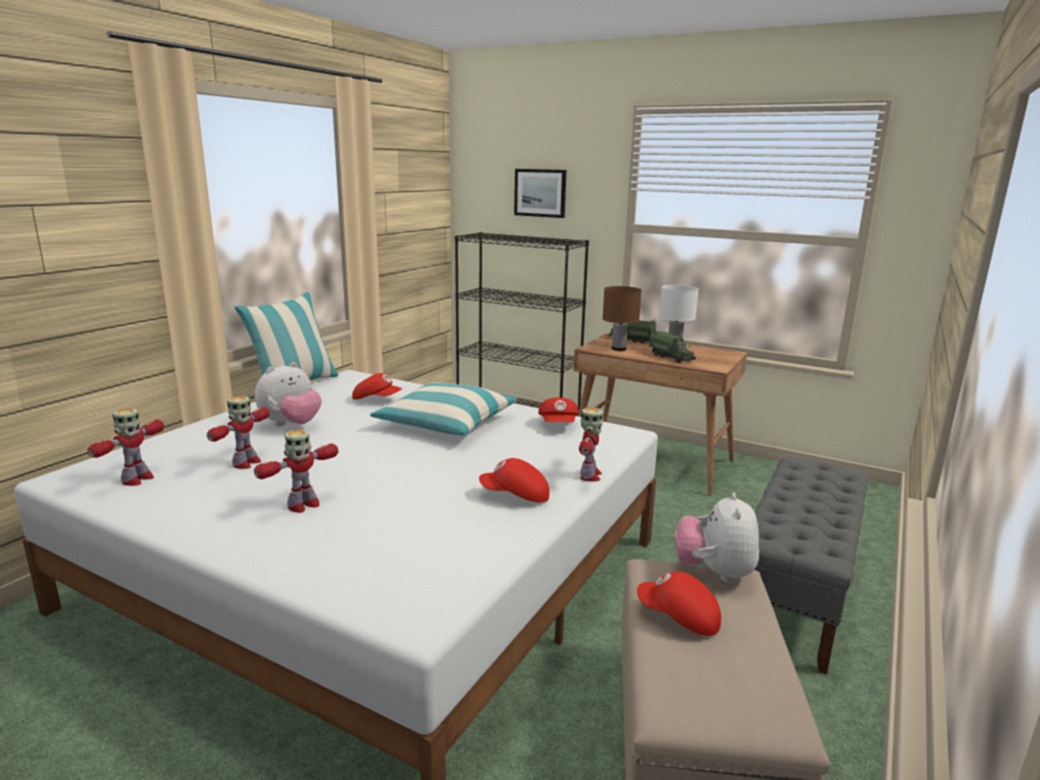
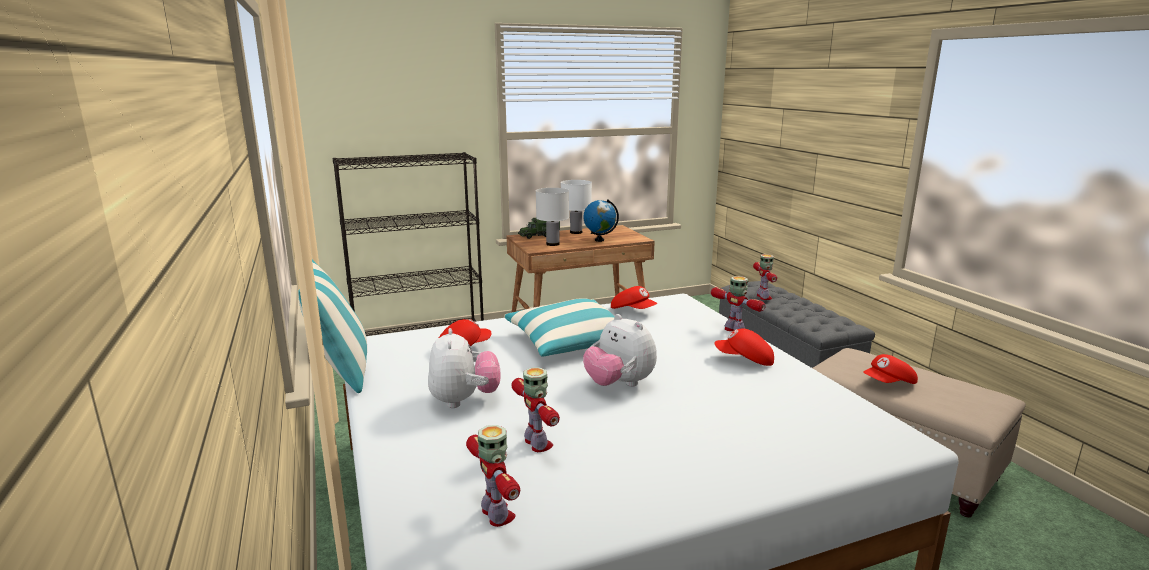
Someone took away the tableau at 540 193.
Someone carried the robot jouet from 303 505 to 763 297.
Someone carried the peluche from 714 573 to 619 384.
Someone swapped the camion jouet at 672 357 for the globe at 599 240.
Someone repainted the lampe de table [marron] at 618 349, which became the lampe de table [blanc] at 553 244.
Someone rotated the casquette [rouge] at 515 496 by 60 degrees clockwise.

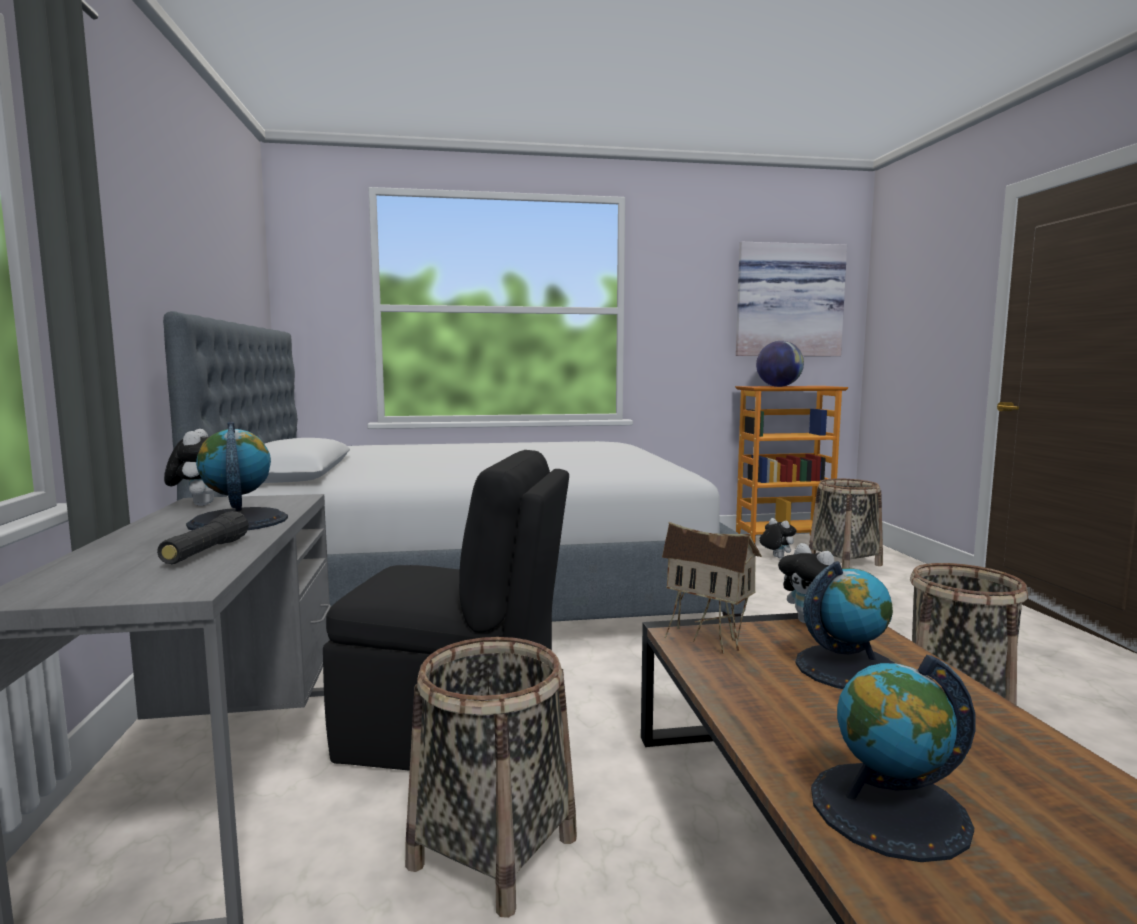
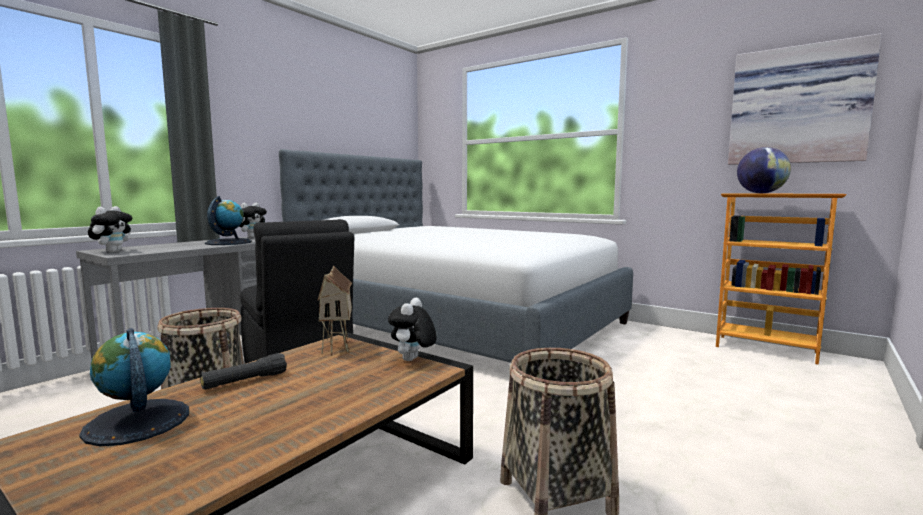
Someone took away the globe at 848 668.
Someone took away the panier at 844 562.
Someone carried the lampe de poche [noir] from 206 552 to 245 381.
Someone carried the peluche from 776 557 to 113 251.

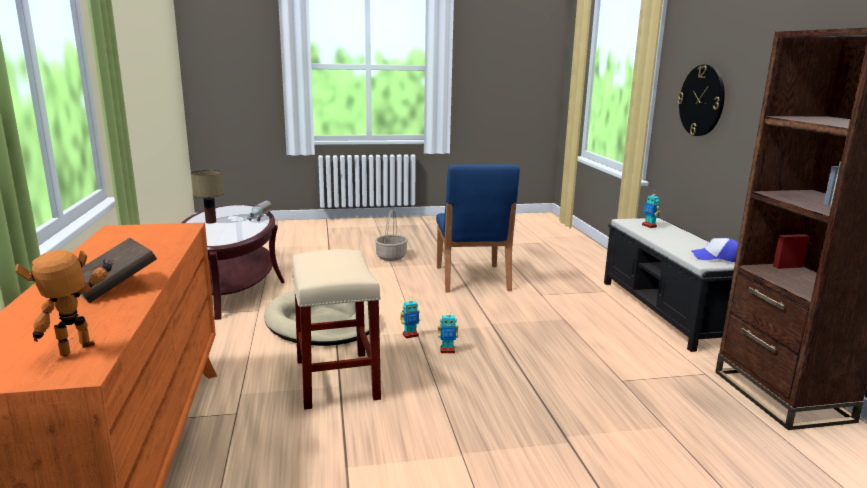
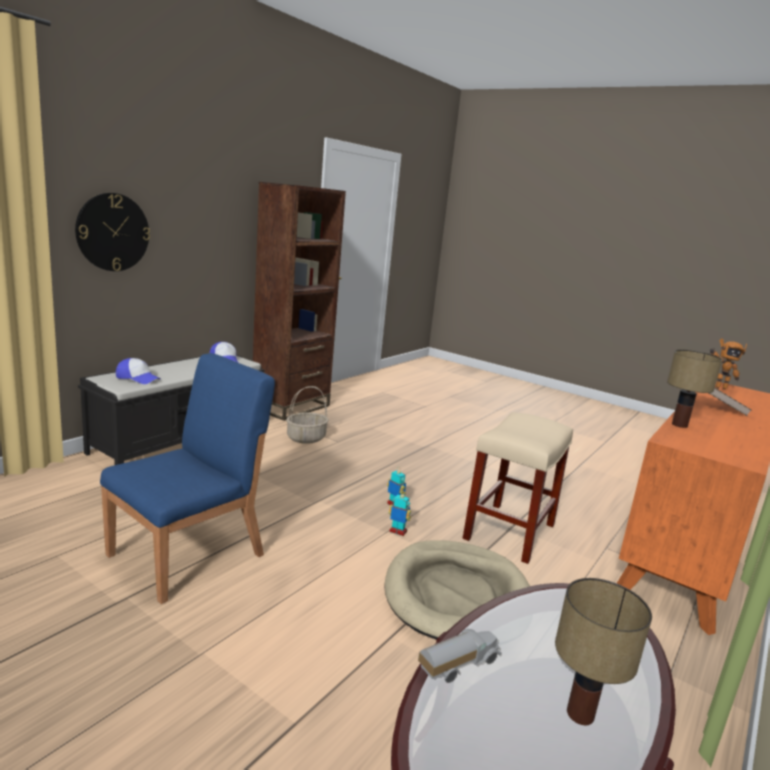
Someone put down the lampe de table at 678 425.
Someone carried the panier from 391 256 to 306 438.
Someone swapped the robot jouet at 649 226 for the casquette at 138 378.

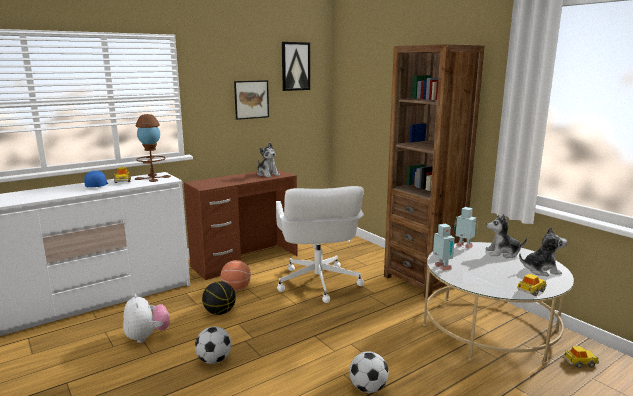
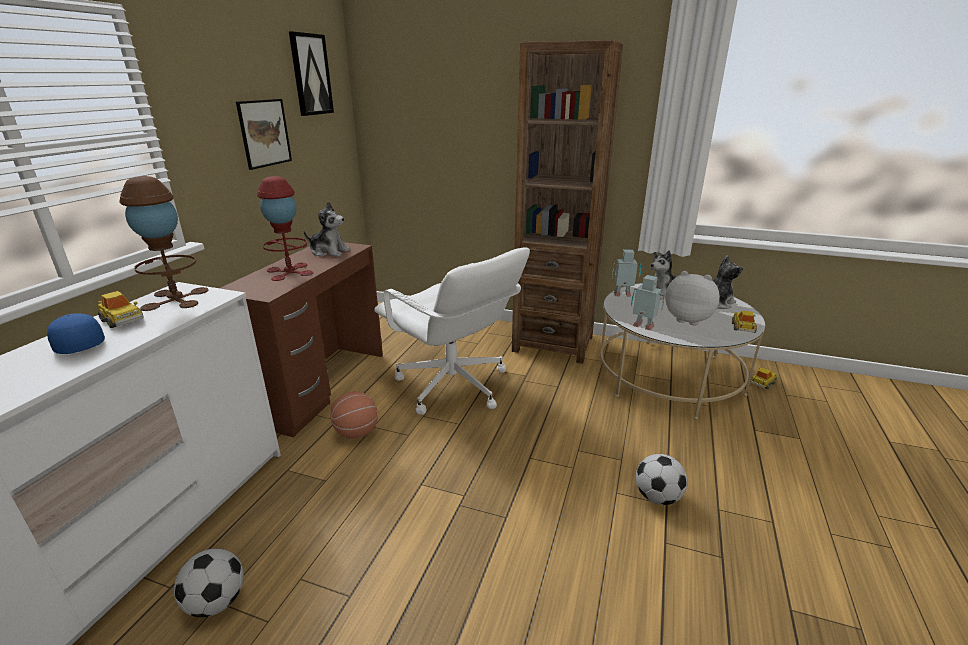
Someone took away the ballon de basket at 219 312.
Someone put down the lampe de table [rouge] at 290 272.
Someone carried the peluche from 147 337 to 688 319.
Someone carried the ballon de foot from 214 360 to 216 602.

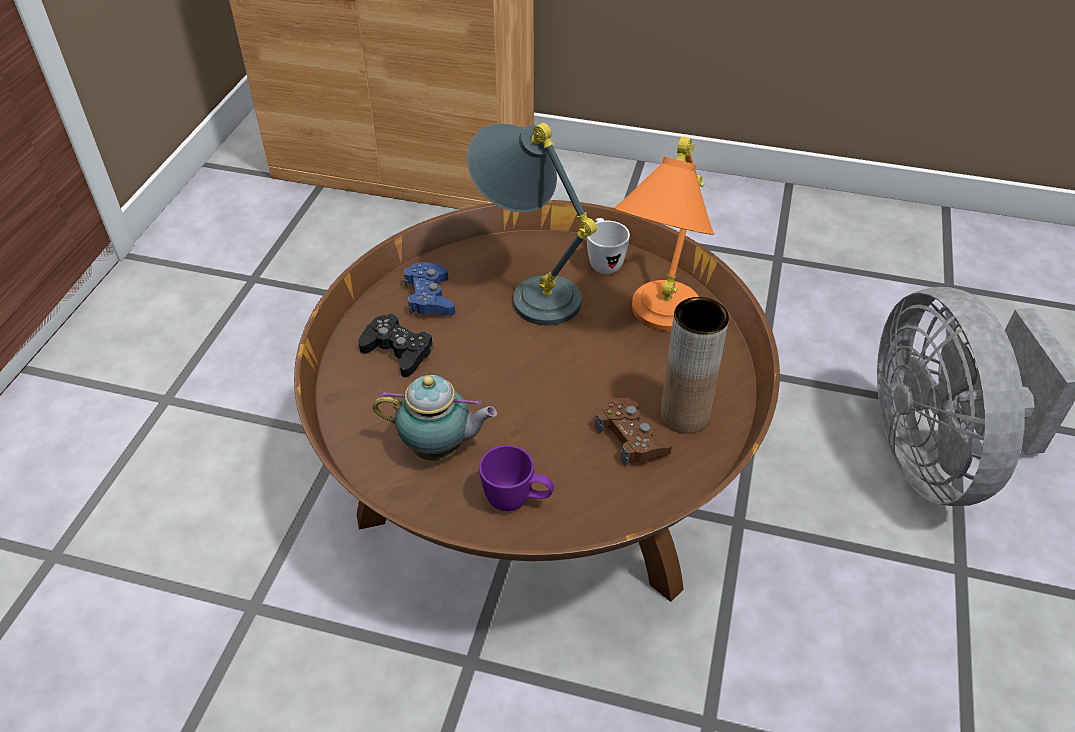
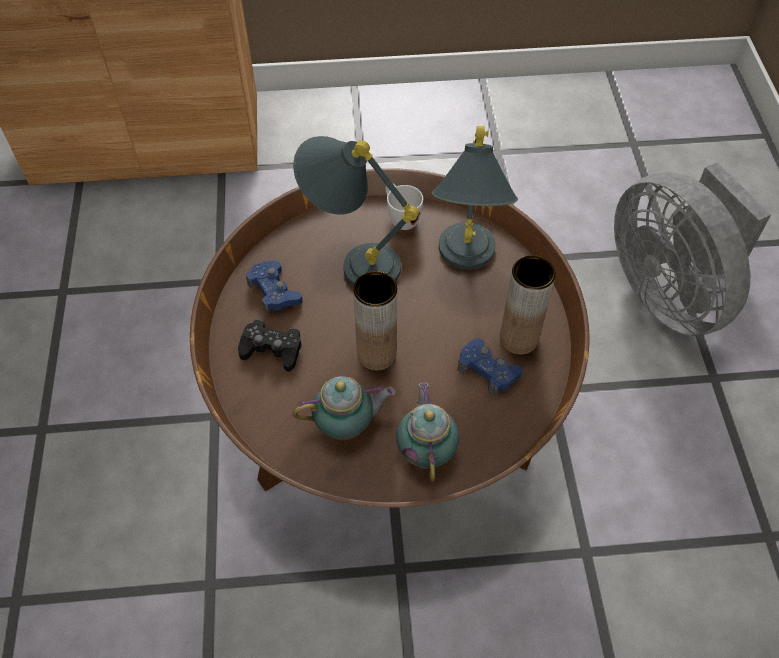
Someone put down the vase [marron] at 376 354.
Someone swapped the mug [violet] at 517 501 for the théière at 426 451.
Someone repainted the manette [marron] at 631 438, which became the manette [bleu] at 488 370.
Someone repainted the lampe de table [orange] at 655 324, which became the lampe de table [gris] at 465 264.

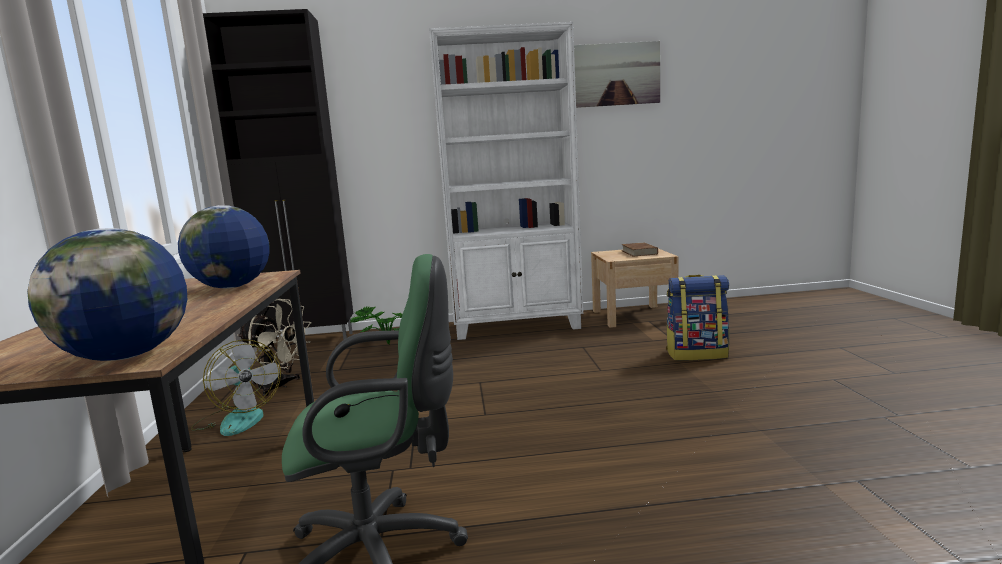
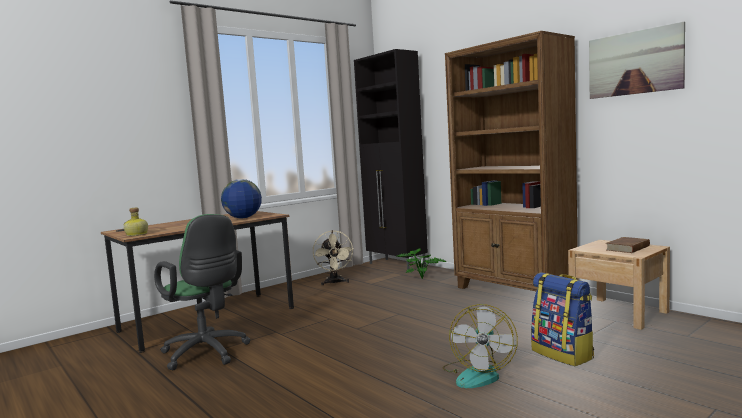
Someone carried the ventilateur from 238 419 to 478 374.
Someone swapped the globe at 126 356 for the bouteille at 137 235.
Someone repainted the bibliothèque [blanc] at 517 326, which became the bibliothèque [marron] at 514 291.

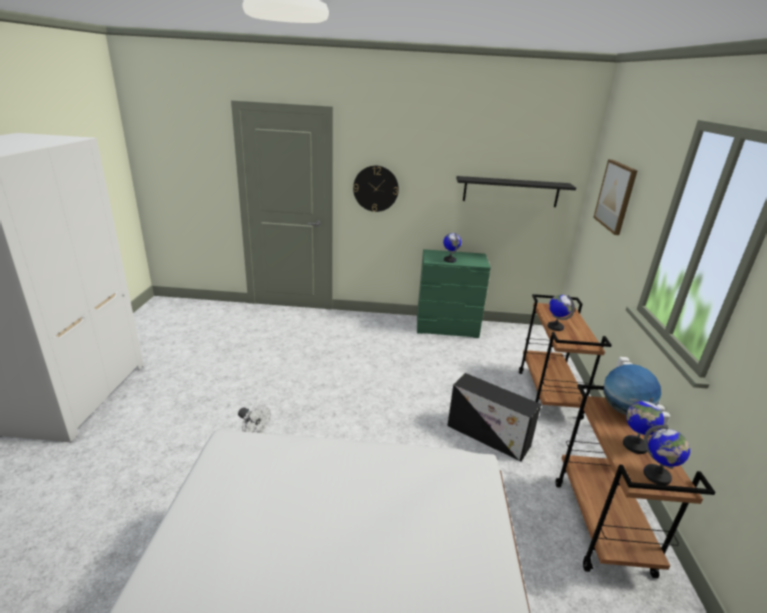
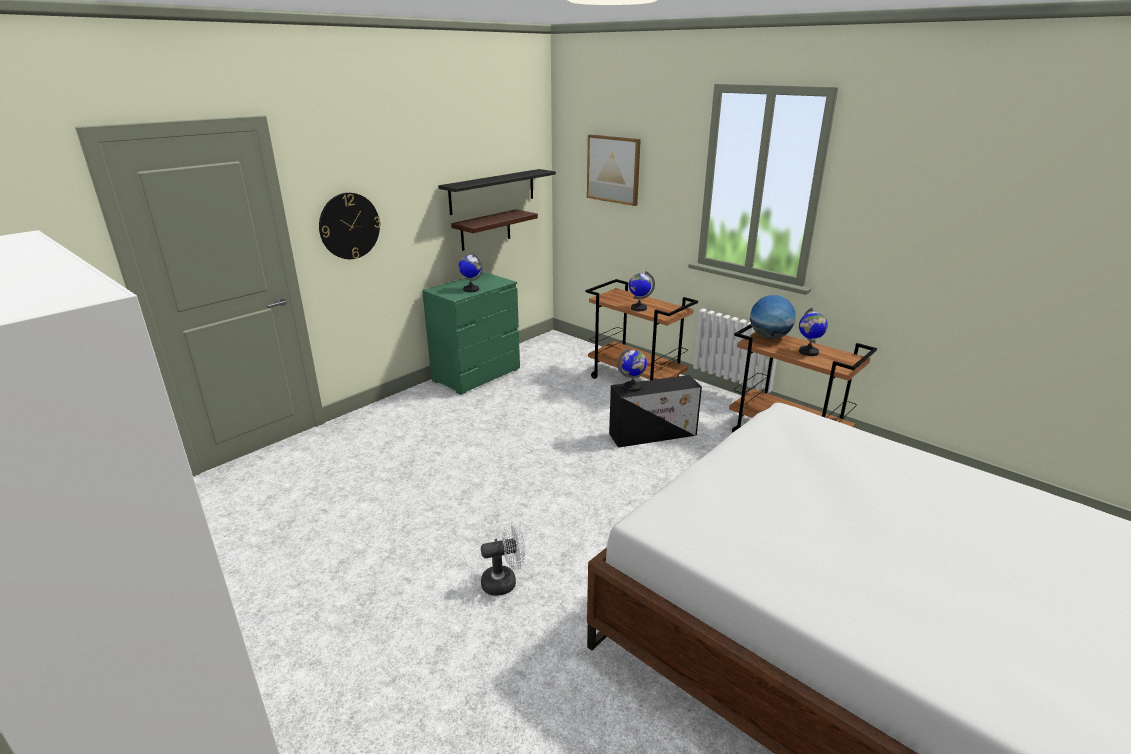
Someone put up the étagère at 485 230.
Someone carried the globe from 657 476 to 632 387.

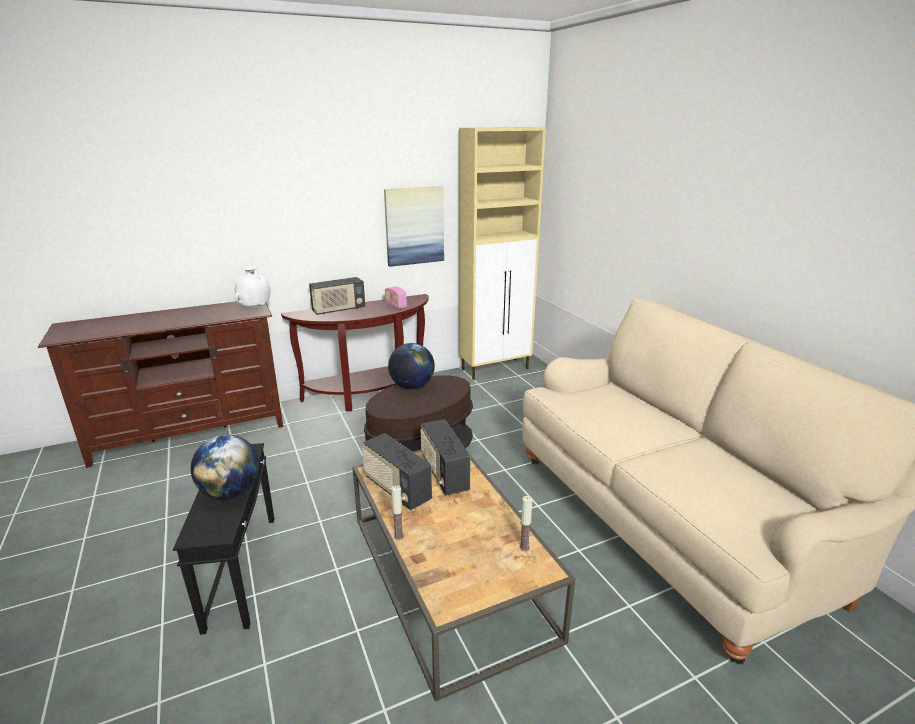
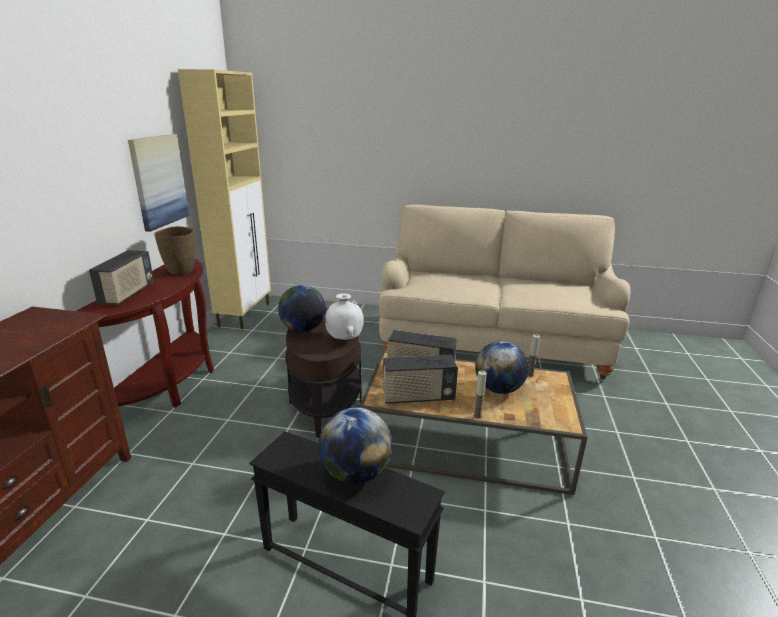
Someone put down the globe at 498 389.
Someone carried the vase [blanc] from 255 308 to 344 339.
Someone swapped the radio at 396 306 for the vase [marron] at 181 272.

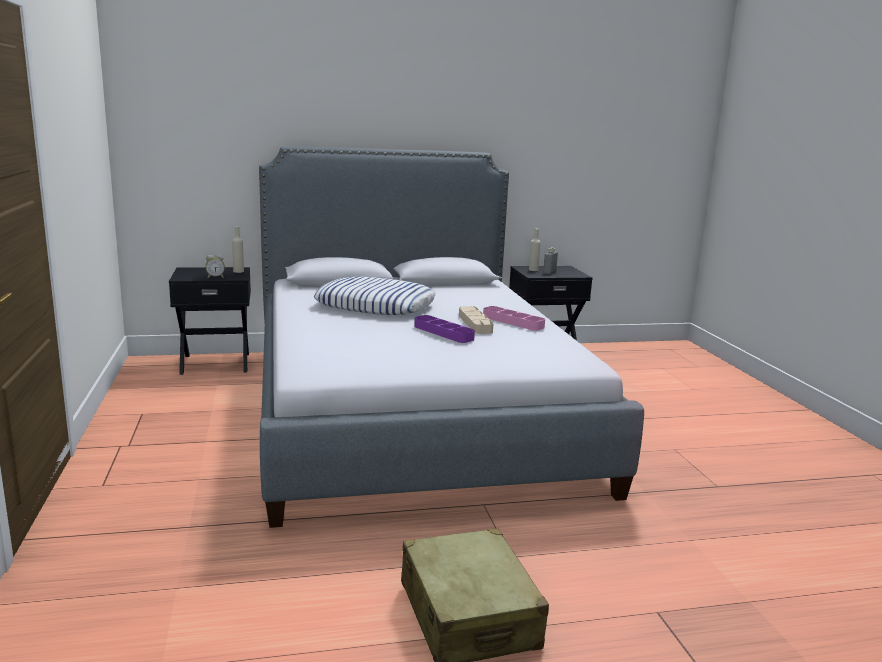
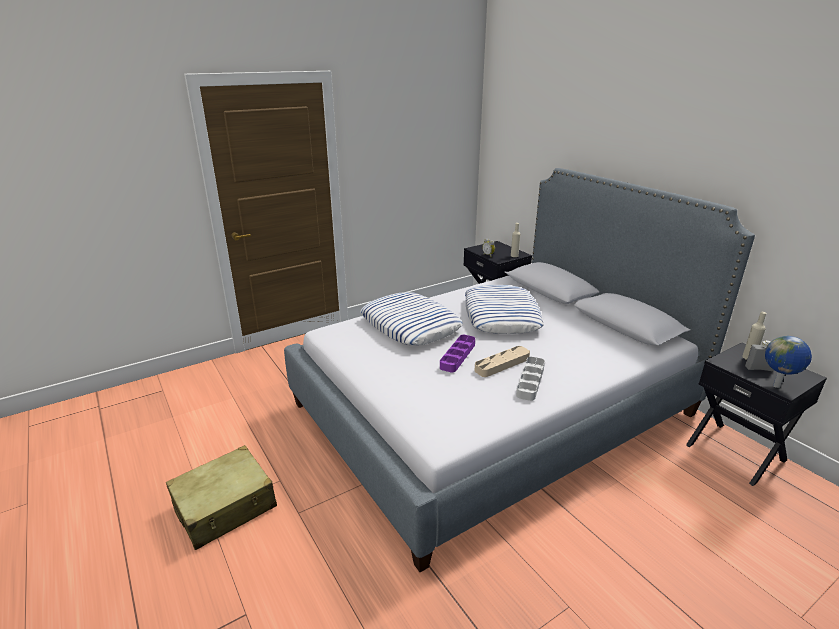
Someone put down the coussin at 410 325.
Someone put down the globe at 777 386.
Someone repainted the plateau [rose] at 513 322, which became the plateau [gris] at 530 381.

